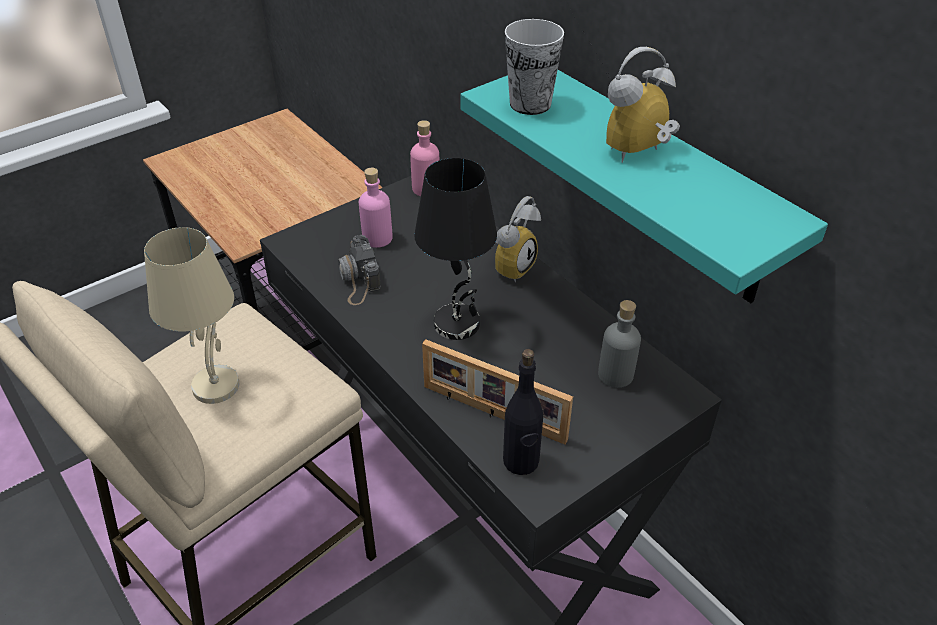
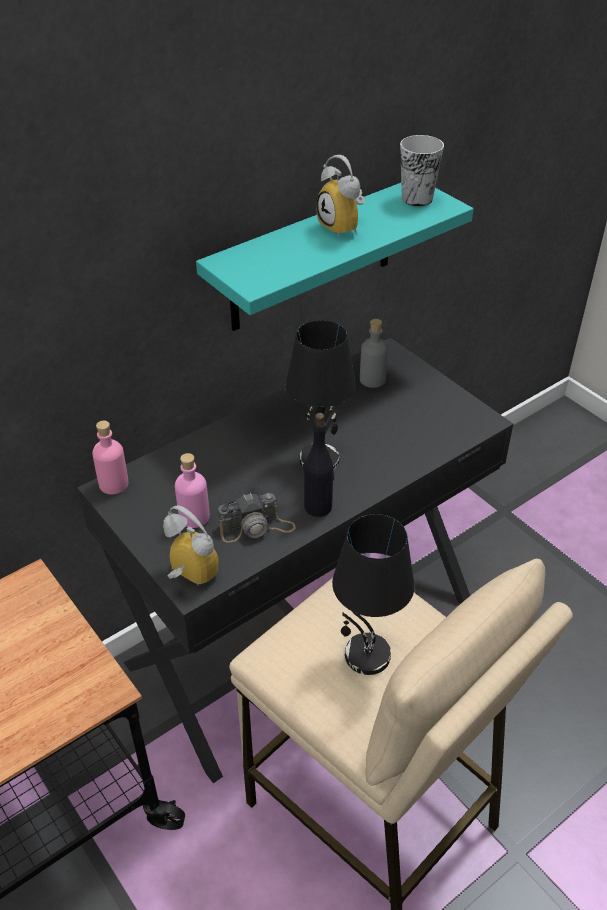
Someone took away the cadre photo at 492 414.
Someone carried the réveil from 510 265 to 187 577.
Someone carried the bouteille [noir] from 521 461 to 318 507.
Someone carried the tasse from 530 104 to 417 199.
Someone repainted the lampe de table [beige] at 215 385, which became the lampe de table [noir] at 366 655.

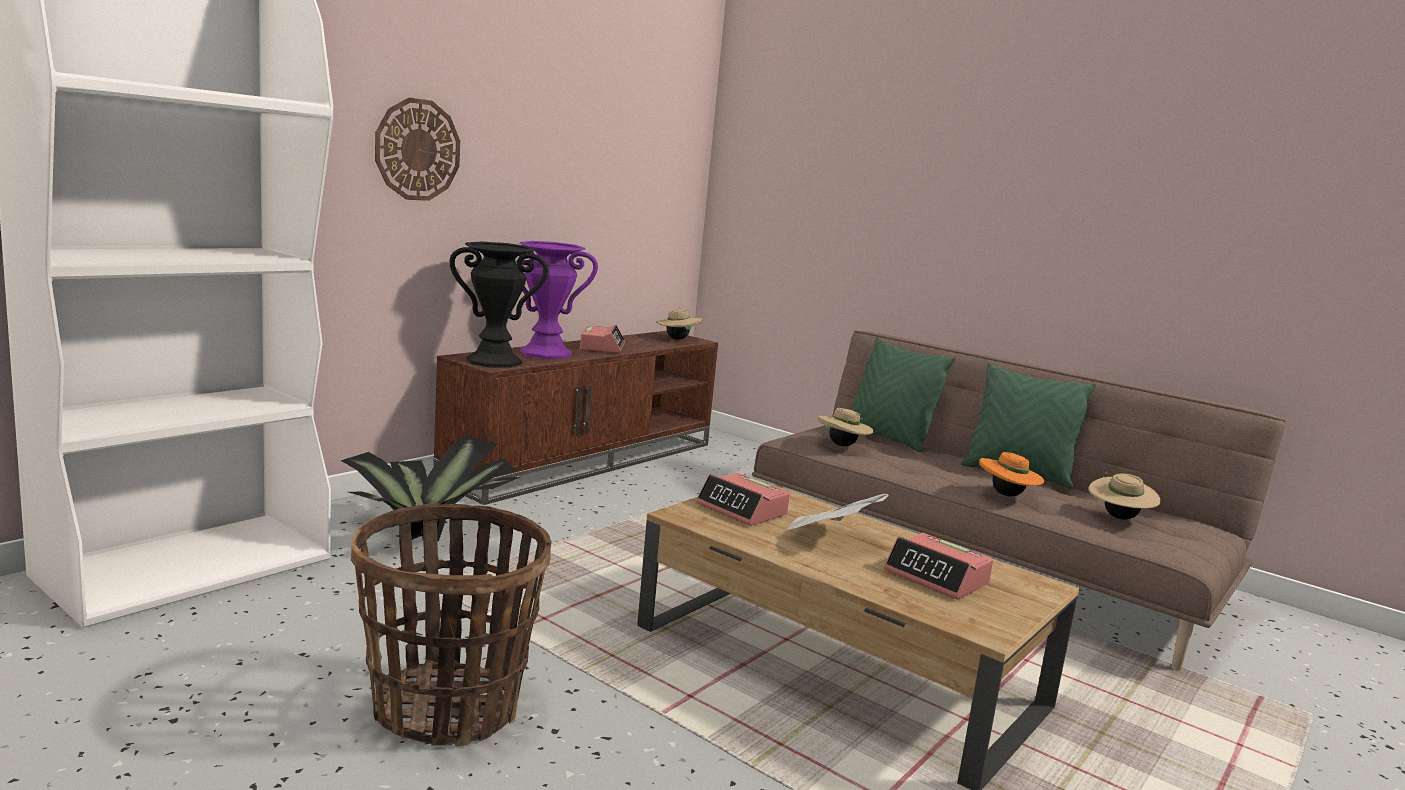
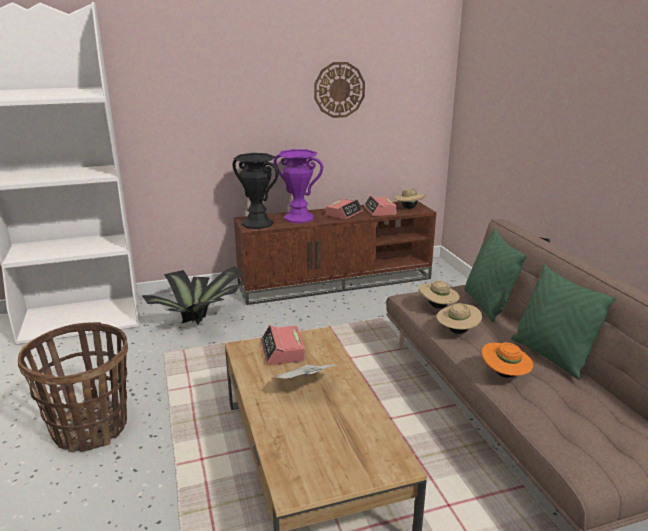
Someone carried the horloge murale from 417 150 to 339 90.
Someone carried the réveil from 937 578 to 380 211.
Someone carried the chapeau [beige] from 1118 517 to 457 331.

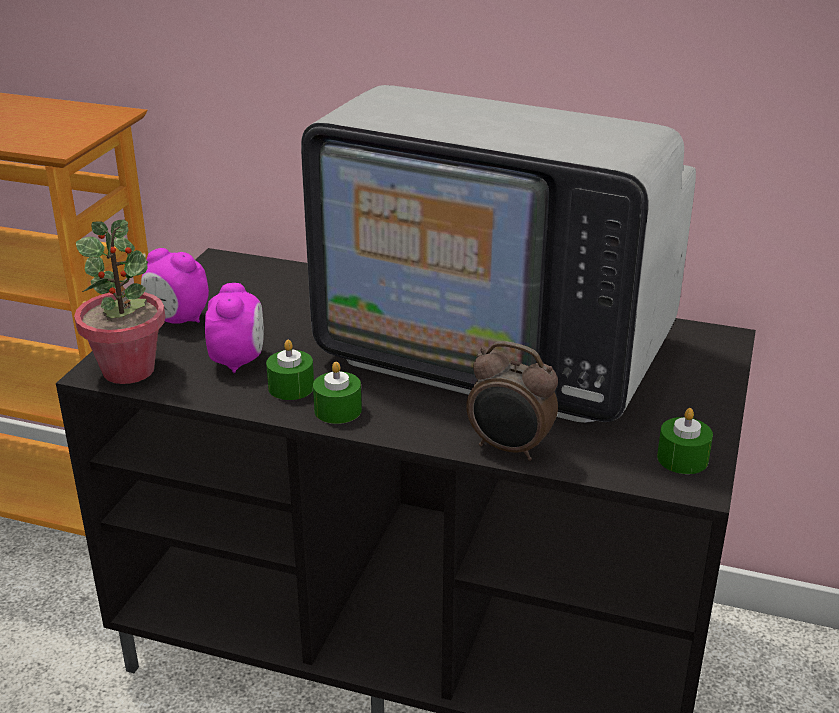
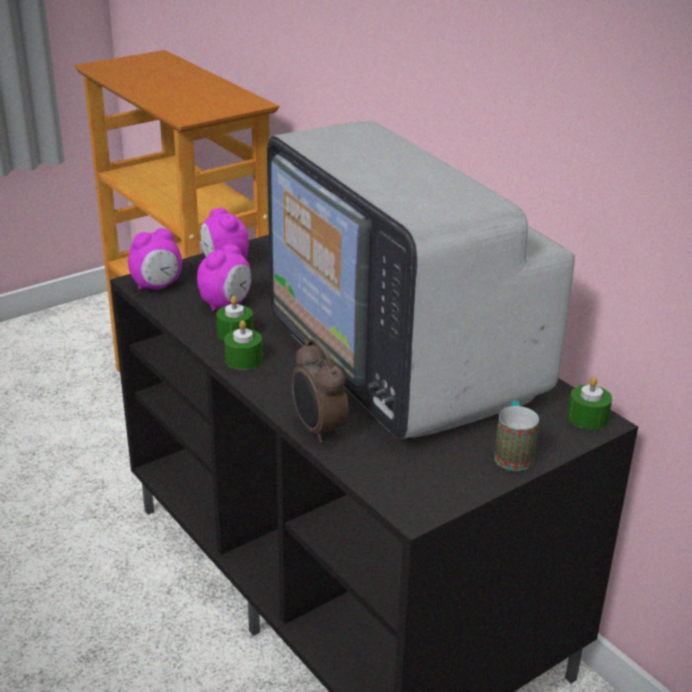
Someone put down the mug at 513 453.
Someone carried the bougie [vert] from 682 459 to 587 418.
Someone swapped the plante en pot at 129 370 for the réveil at 157 286.

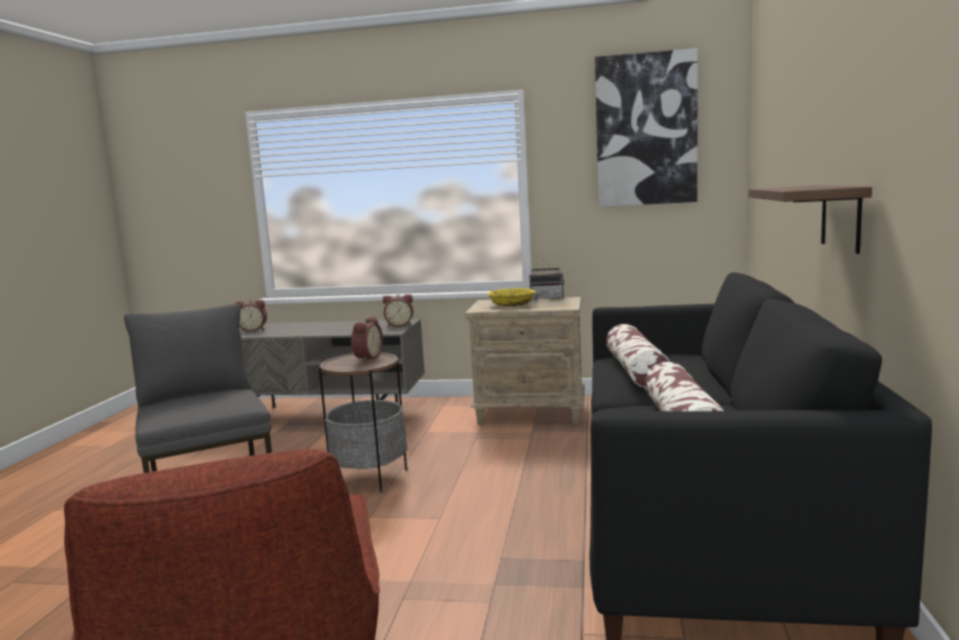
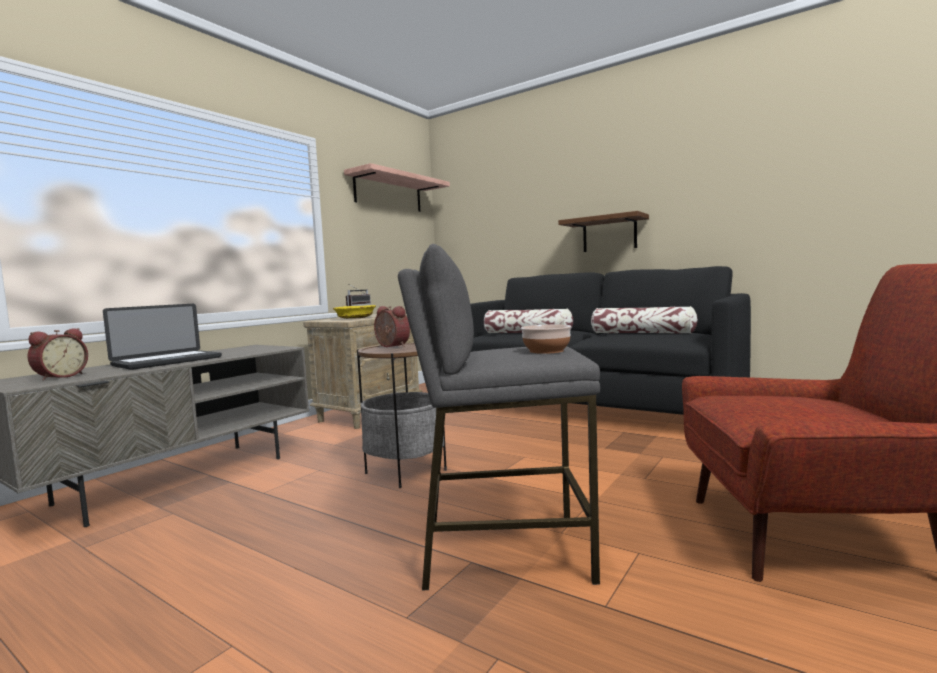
Someone took away the réveil at 400 325.
Someone put down the ordinateur portable at 167 361.
Someone put down the bol at 547 351.
Someone swapped the tableau at 646 130 for the étagère at 388 193.

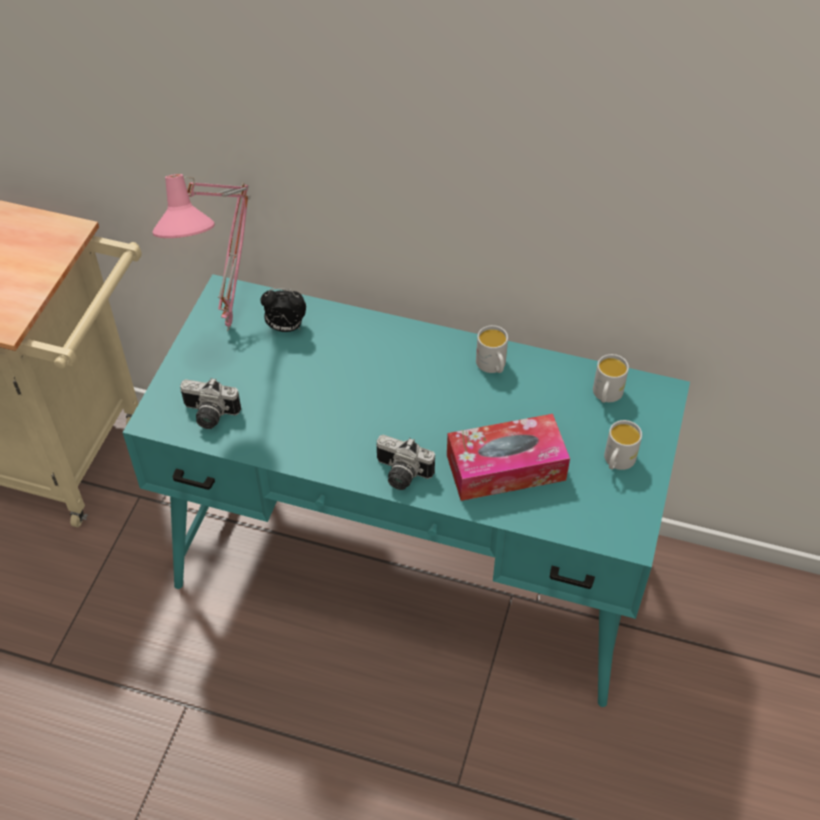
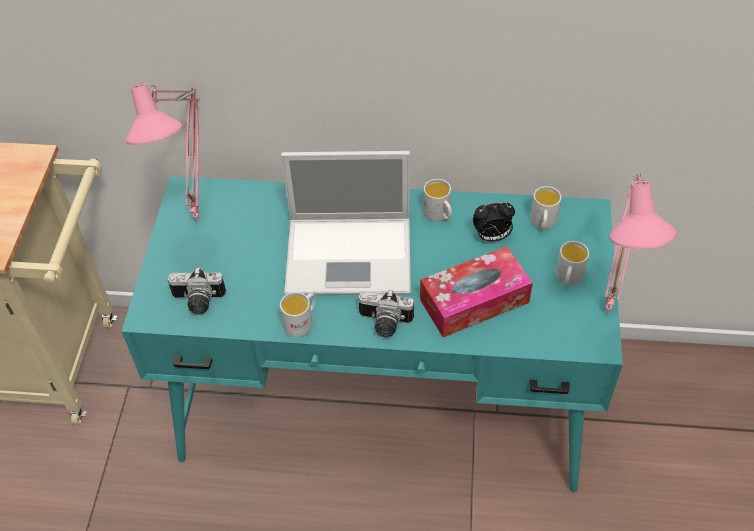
Someone put down the mug [blanc] at 302 322.
Someone put down the ordinateur portable at 352 255.
Someone put down the lampe de table [rose] at 611 313.
Someone carried the réveil from 285 327 to 491 237.

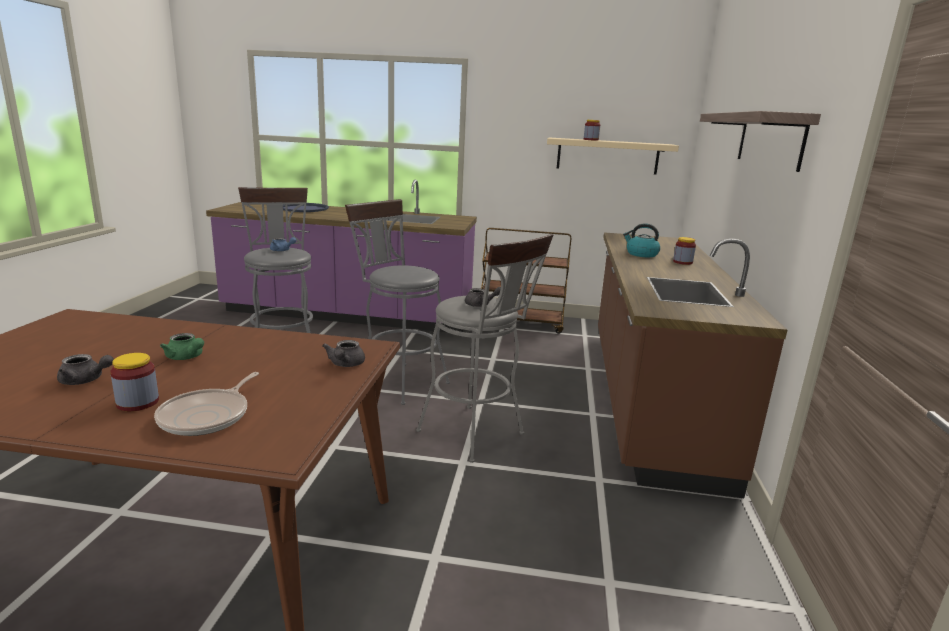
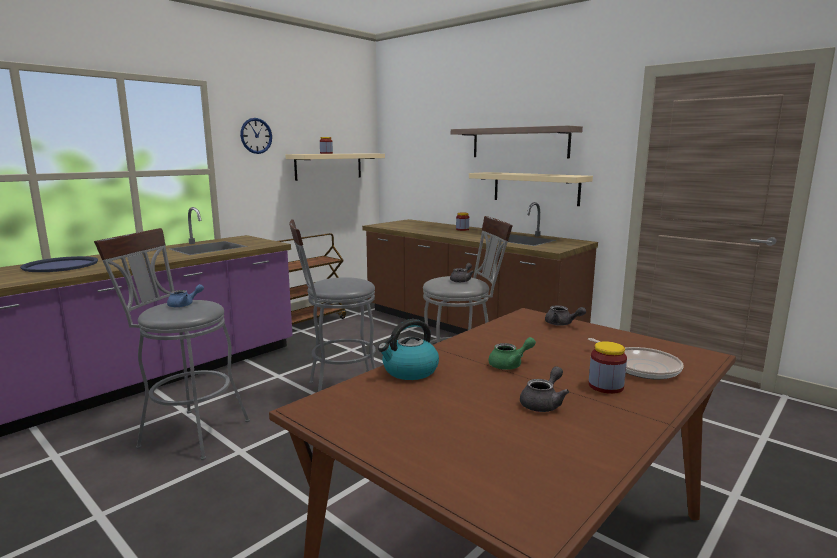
Someone put up the horloge murale at 256 136.
Someone put up the étagère [beige] at 535 188.
Someone carried the bouilloire from 641 254 to 409 371.

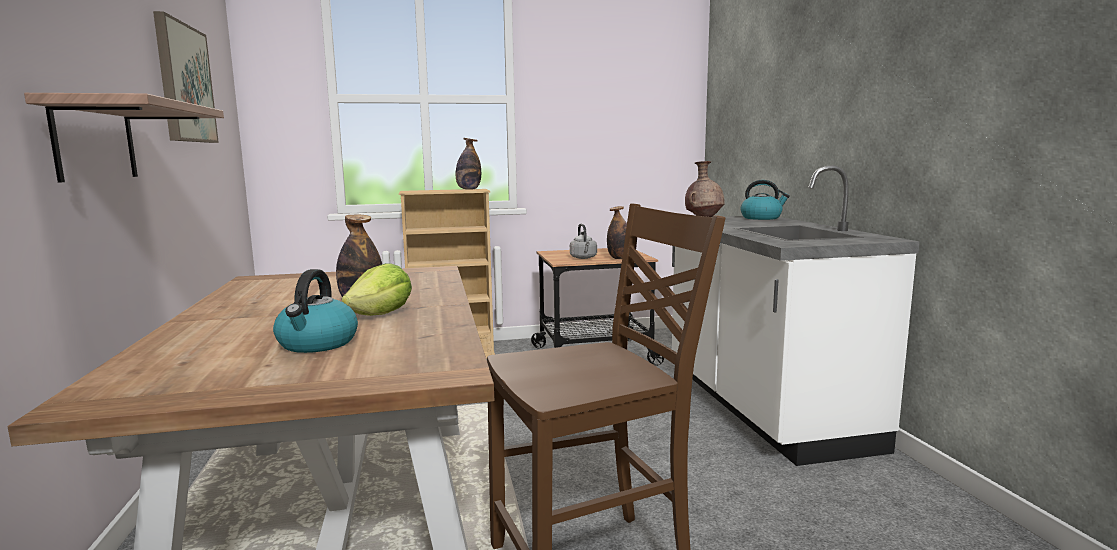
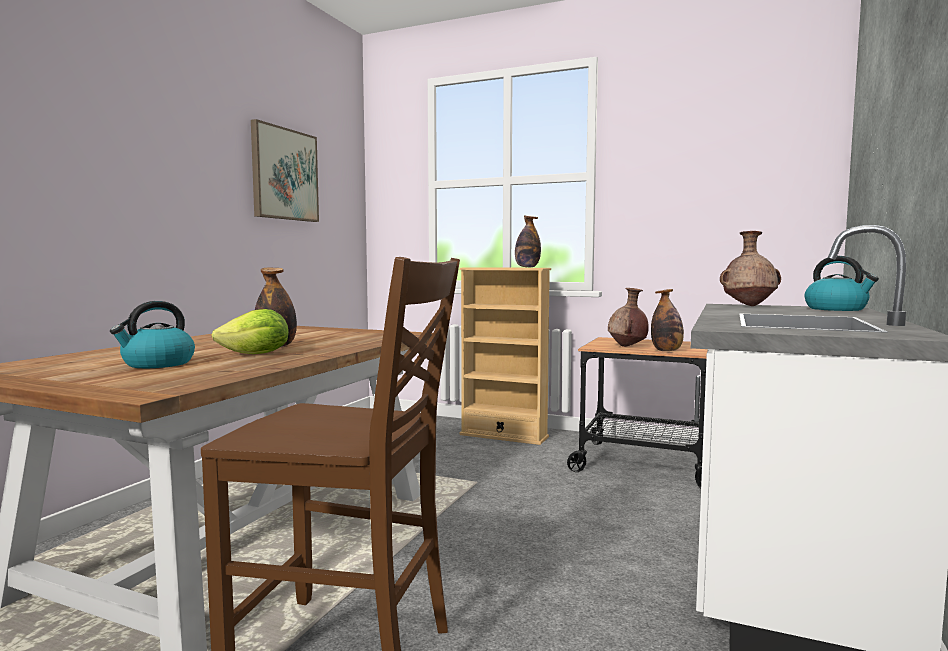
Someone took away the étagère at 95 141.
Someone swapped the bouilloire [gris] at 583 258 for the vase [marron] at 627 346.

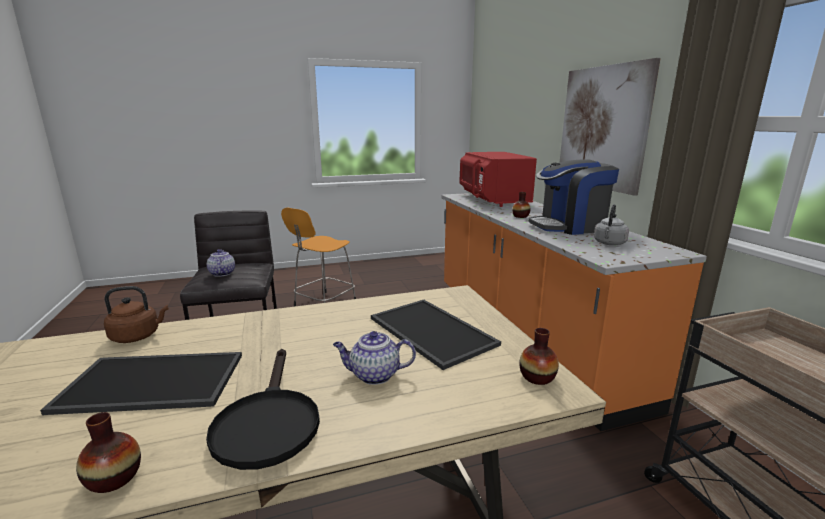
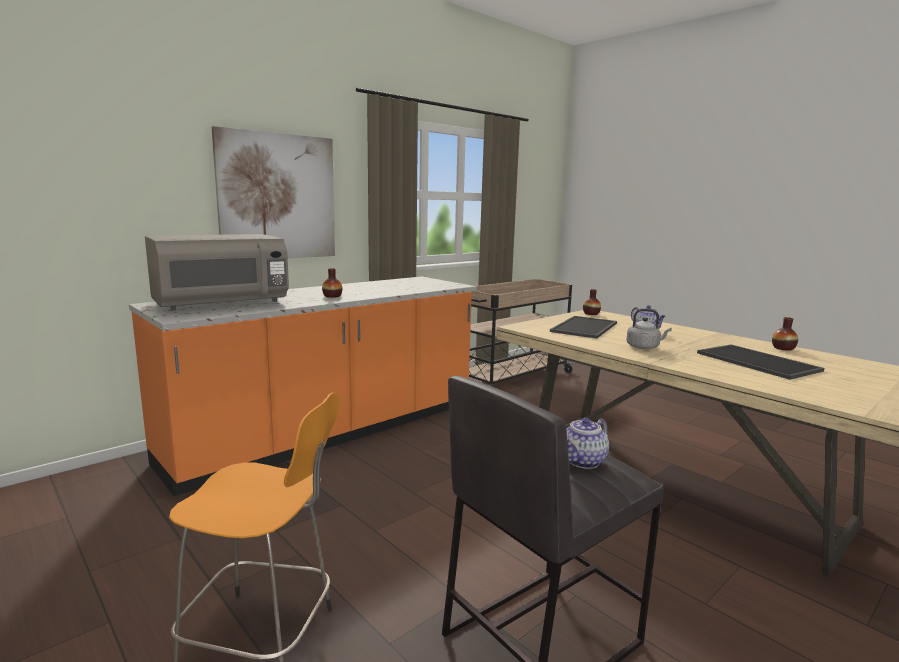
Someone took away the bouilloire [marron] at 138 336.
Someone took away the poêle [noir] at 268 422.
Someone took away the machine à café at 569 226.
Someone carried the bouilloire [gris] from 609 243 to 644 347.
Someone repainted the micro-ondes [rouge] at 493 200, which became the micro-ondes [gris] at 221 304.

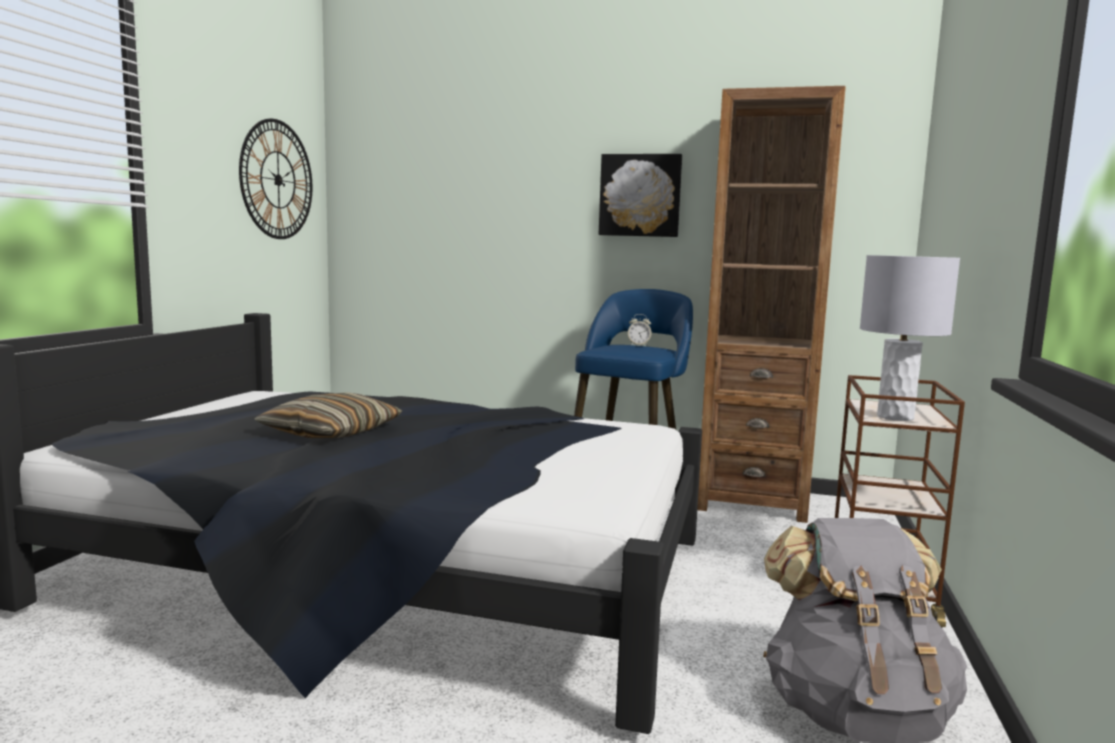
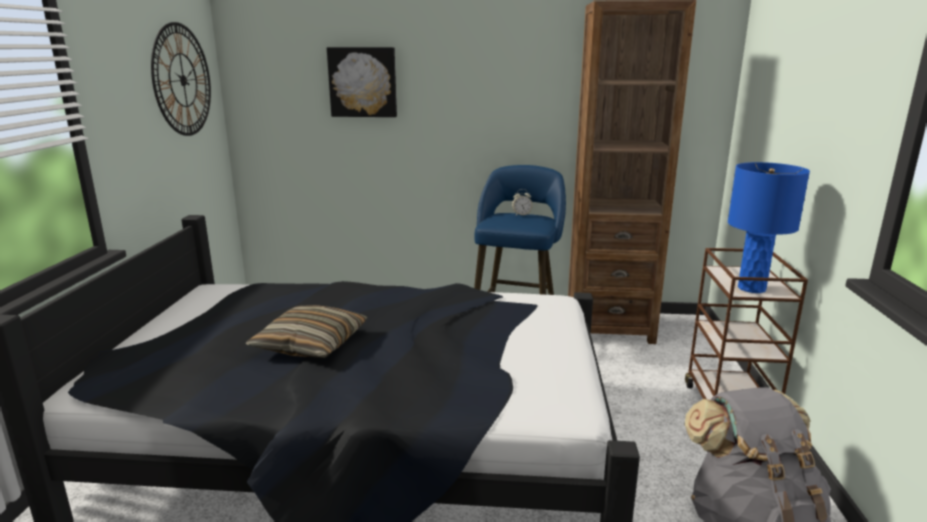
Someone carried the tableau from 640 195 to 363 82.
Someone repainted the lampe de table [gris] at 895 417, which became the lampe de table [bleu] at 751 288.

